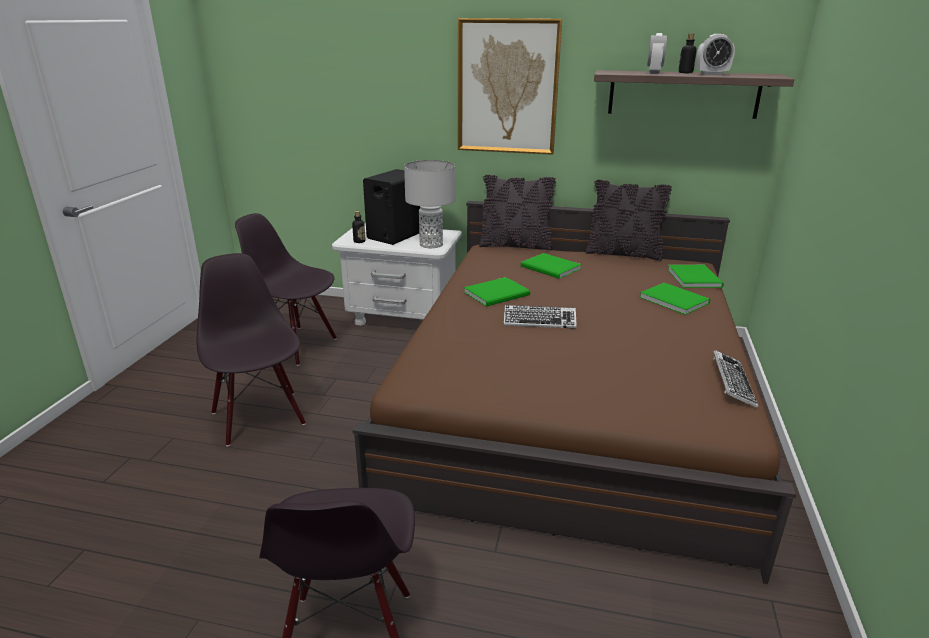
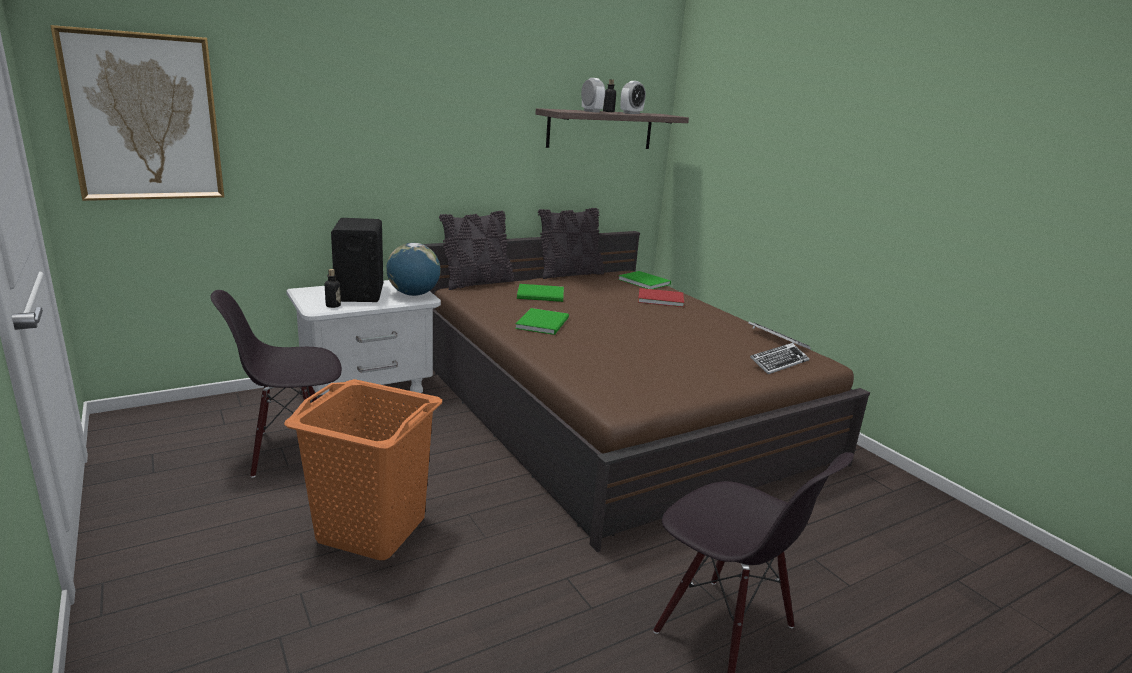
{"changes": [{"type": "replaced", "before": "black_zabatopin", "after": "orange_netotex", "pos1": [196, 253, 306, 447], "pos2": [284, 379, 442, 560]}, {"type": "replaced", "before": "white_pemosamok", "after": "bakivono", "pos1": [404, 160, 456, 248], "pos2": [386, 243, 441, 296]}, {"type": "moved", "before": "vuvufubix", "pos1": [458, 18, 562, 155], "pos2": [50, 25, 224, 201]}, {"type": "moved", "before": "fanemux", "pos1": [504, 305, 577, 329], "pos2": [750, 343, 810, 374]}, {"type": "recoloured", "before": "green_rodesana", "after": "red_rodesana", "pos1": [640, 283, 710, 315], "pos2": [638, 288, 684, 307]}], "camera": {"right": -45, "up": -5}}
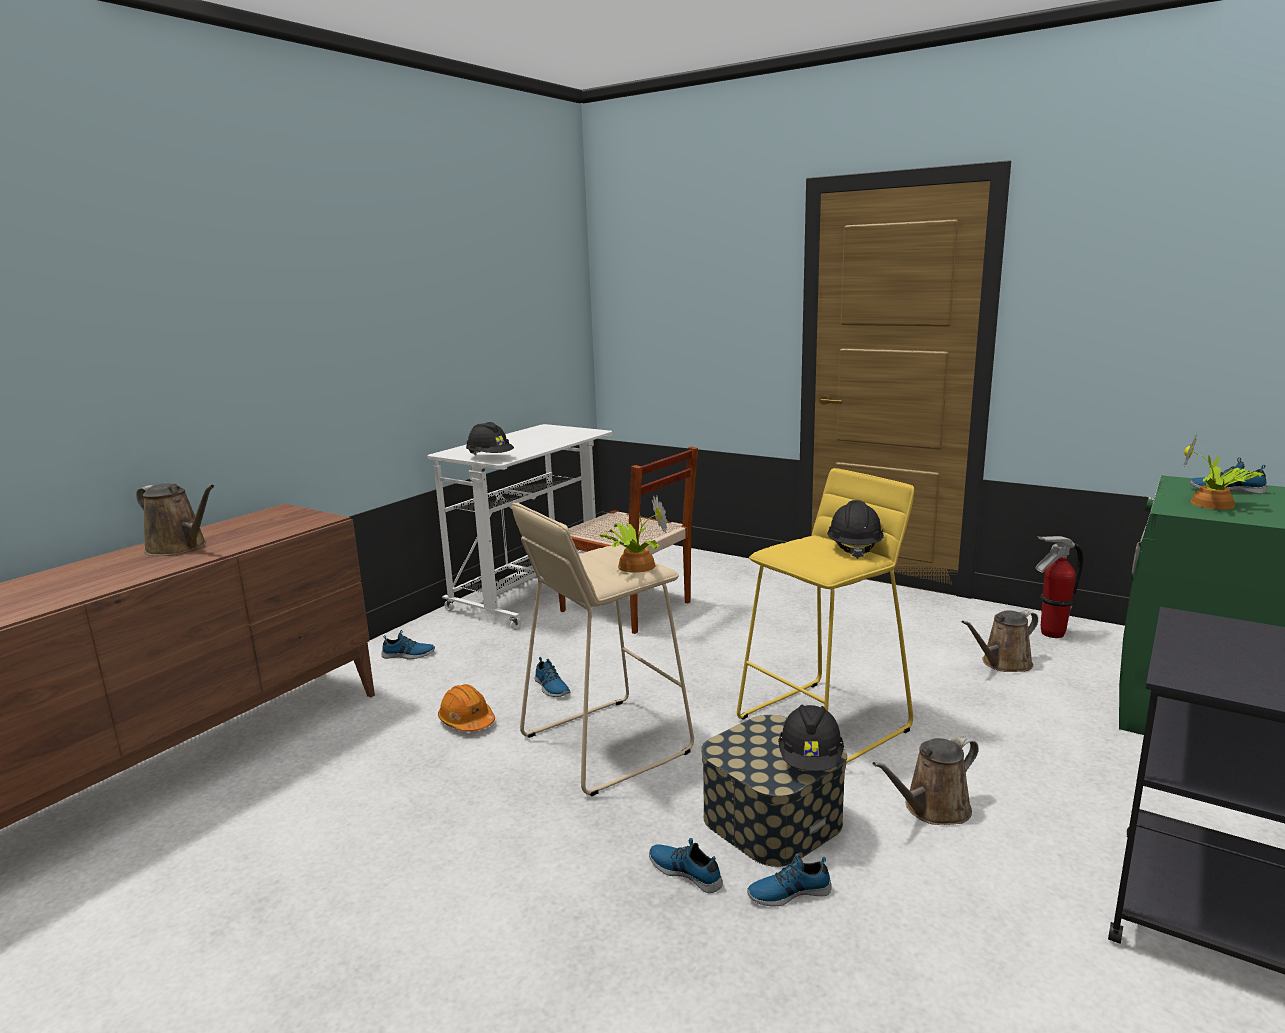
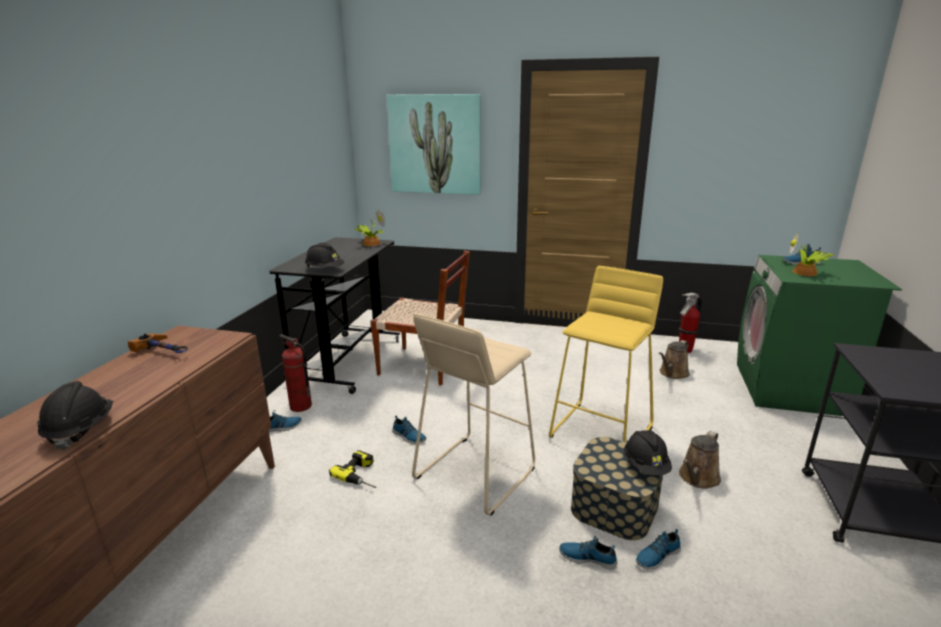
{"changes": [{"type": "removed", "before": "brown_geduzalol", "pos1": [136, 483, 215, 556]}, {"type": "recoloured", "before": "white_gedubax", "after": "black_gedubax", "pos1": [427, 424, 612, 629], "pos2": [269, 237, 400, 394]}, {"type": "replaced", "before": "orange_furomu", "after": "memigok", "pos1": [438, 684, 495, 732], "pos2": [329, 450, 376, 488]}, {"type": "moved", "before": "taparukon", "pos1": [599, 495, 667, 573], "pos2": [354, 211, 385, 246]}, {"type": "moved", "before": "black_furomu", "pos1": [827, 500, 884, 559], "pos2": [37, 381, 113, 450]}, {"type": "added", "after": "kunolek", "pos2": [128, 334, 188, 353]}, {"type": "added", "after": "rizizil", "pos2": [279, 334, 312, 412]}, {"type": "added", "after": "vuvufubix", "pos2": [386, 94, 481, 195]}], "camera": {"right": -20, "up": 5}}
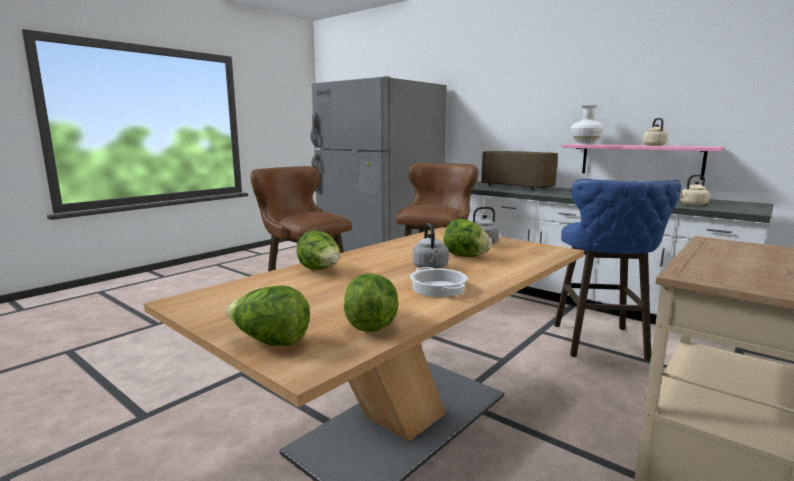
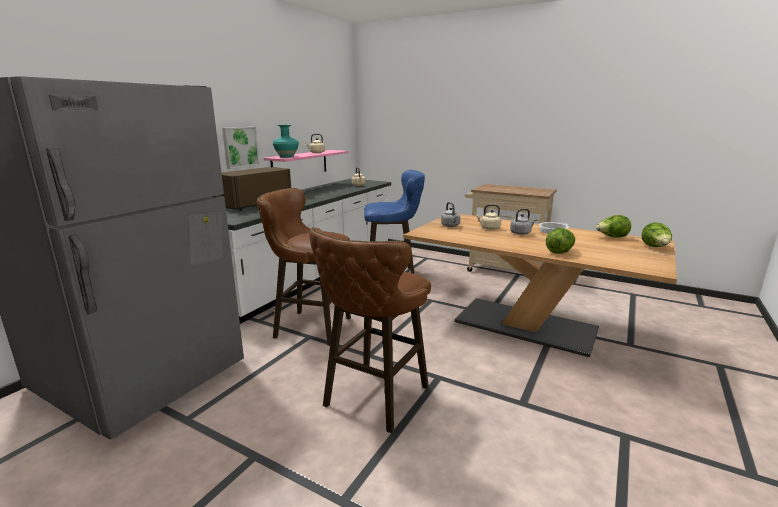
{"changes": [{"type": "replaced", "before": "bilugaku", "after": "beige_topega", "pos1": [443, 219, 492, 257], "pos2": [476, 204, 501, 230]}, {"type": "recoloured", "before": "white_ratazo", "after": "turquoise_ratazo", "pos1": [571, 105, 604, 145], "pos2": [273, 125, 299, 158]}, {"type": "added", "after": "vuvufubix", "pos2": [222, 127, 260, 169]}], "camera": {"right": -100, "up": 5}}
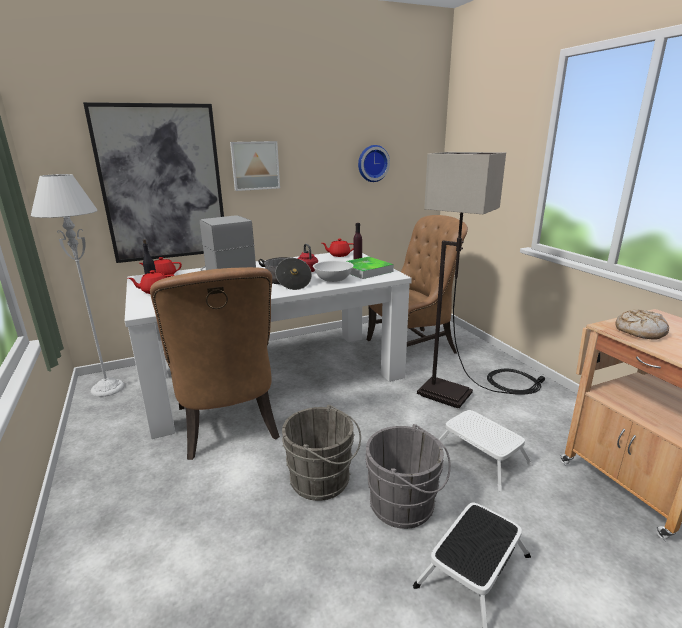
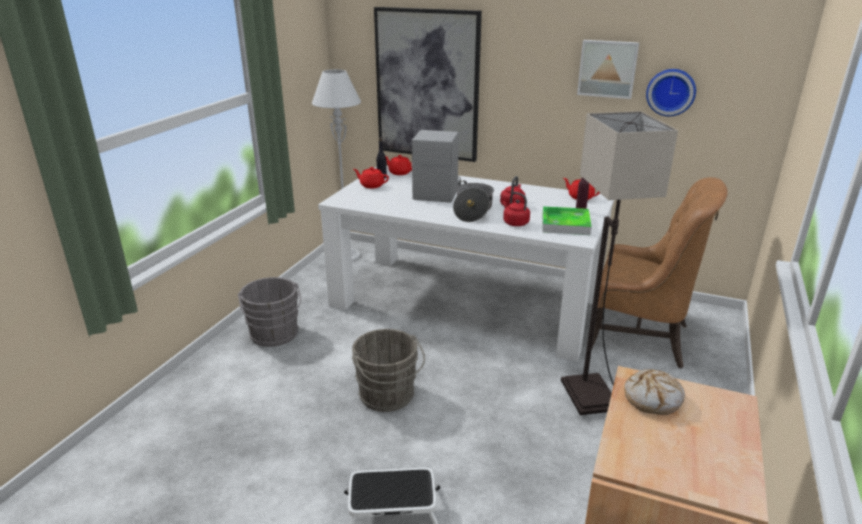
{"changes": [{"type": "removed", "before": "brown_zabatopin", "pos1": [150, 267, 280, 460]}, {"type": "moved", "before": "vuvufubix", "pos1": [230, 141, 280, 191], "pos2": [577, 40, 639, 99]}, {"type": "replaced", "before": "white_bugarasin", "after": "red_topega", "pos1": [313, 260, 354, 282], "pos2": [502, 192, 530, 226]}, {"type": "moved", "before": "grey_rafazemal", "pos1": [365, 424, 451, 529], "pos2": [238, 277, 301, 347]}, {"type": "removed", "before": "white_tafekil", "pos1": [439, 410, 533, 491]}], "camera": {"right": 45, "up": 5}}
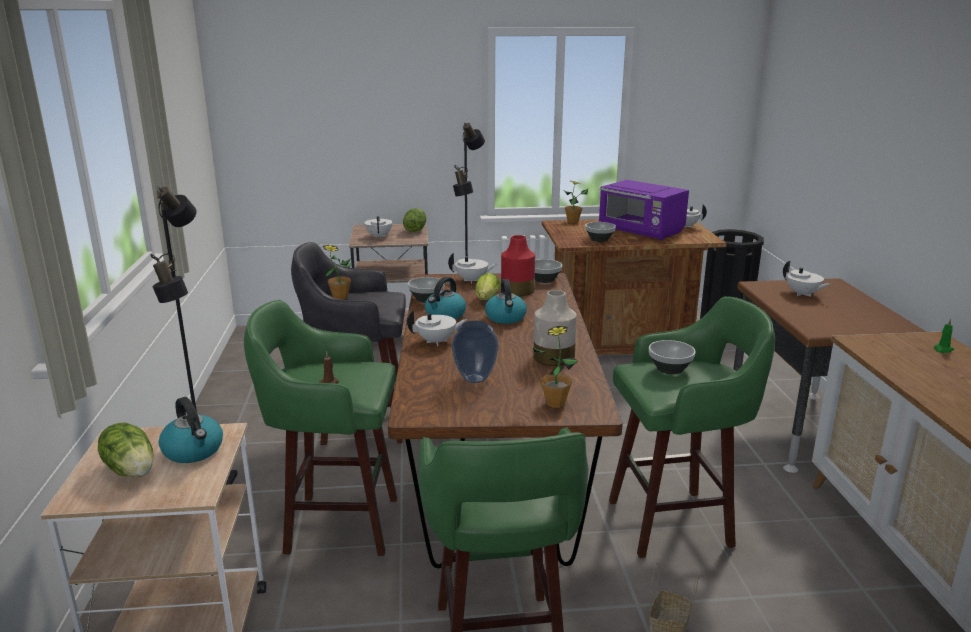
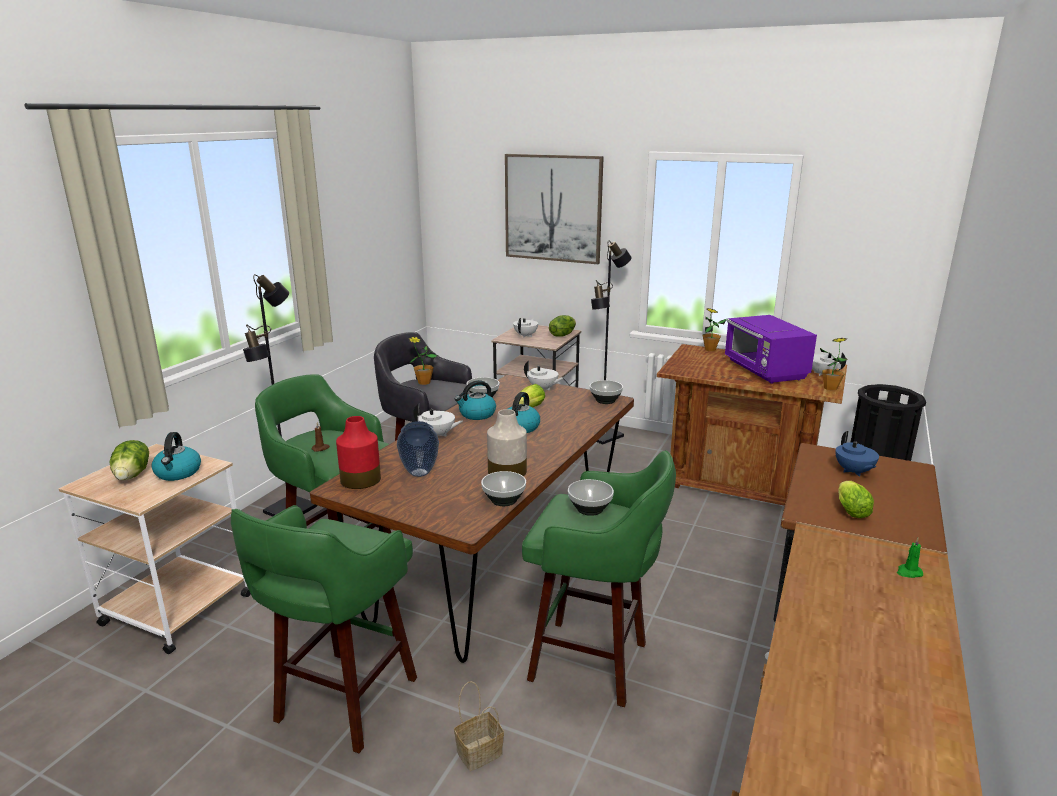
{"changes": [{"type": "moved", "before": "red_ratazo", "pos1": [501, 235, 535, 296], "pos2": [336, 416, 381, 489]}, {"type": "moved", "before": "taparukon", "pos1": [533, 326, 578, 408], "pos2": [820, 338, 848, 391]}, {"type": "moved", "before": "bugarasin", "pos1": [585, 222, 616, 242], "pos2": [481, 471, 526, 506]}, {"type": "recoloured", "before": "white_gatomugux", "after": "blue_gatomugux", "pos1": [783, 261, 831, 297], "pos2": [836, 431, 879, 477]}, {"type": "added", "after": "vuvufubix", "pos2": [505, 154, 604, 264]}, {"type": "added", "after": "bilugaku", "pos2": [838, 481, 874, 518]}], "camera": {"right": 30, "up": 0}}
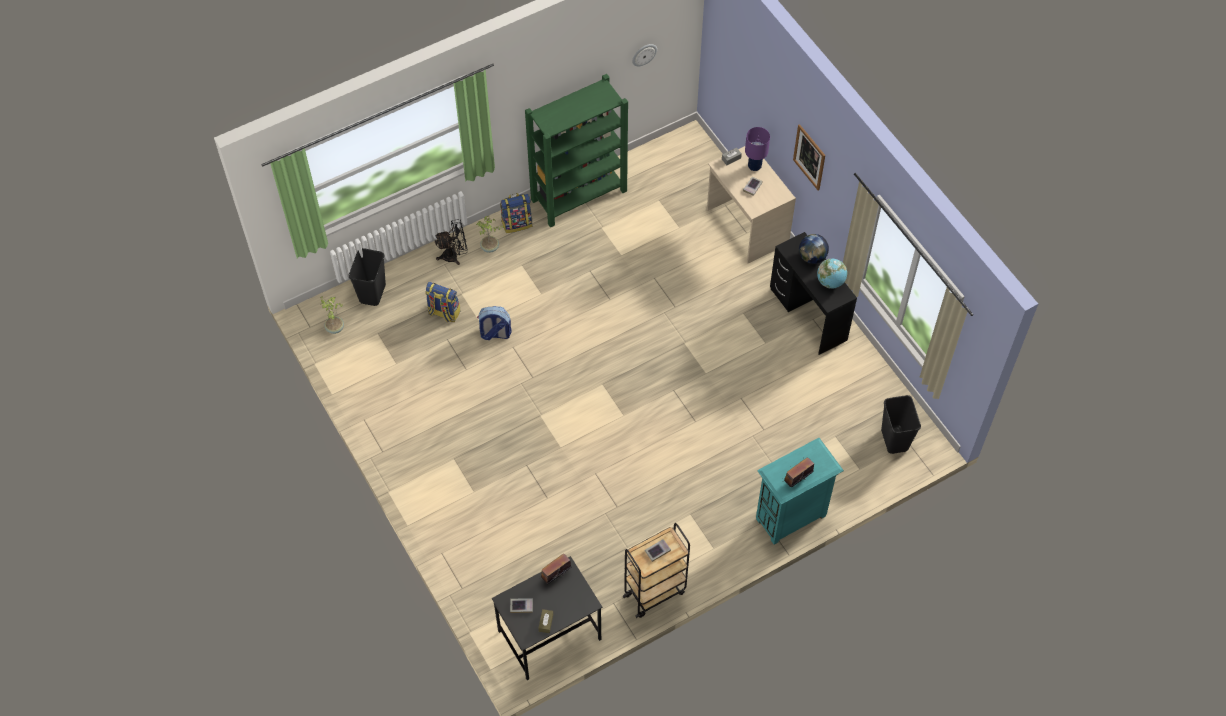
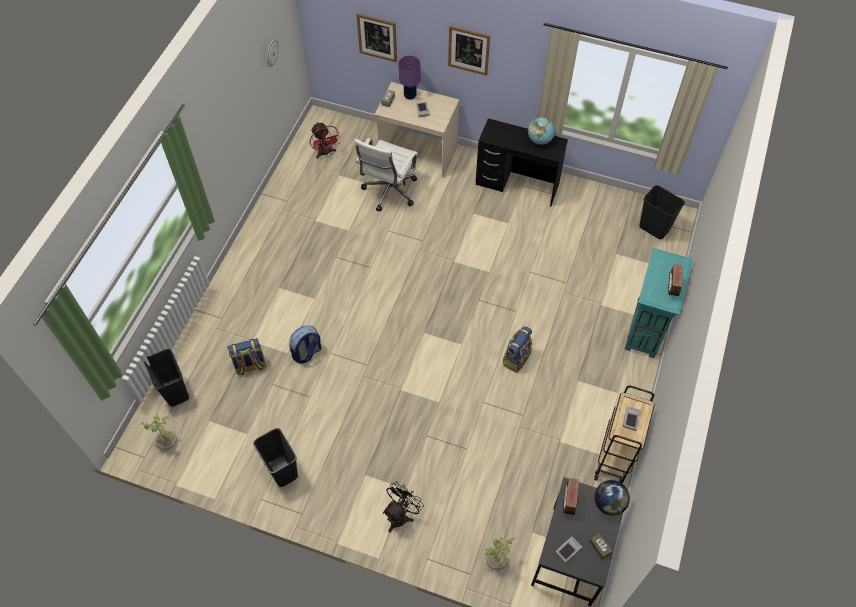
{"changes": [{"type": "moved", "before": "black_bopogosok", "pos1": [435, 219, 468, 265], "pos2": [383, 482, 424, 532]}, {"type": "moved", "before": "taparukon", "pos1": [476, 216, 504, 253], "pos2": [485, 538, 514, 570]}, {"type": "moved", "before": "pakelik", "pos1": [500, 193, 532, 233], "pos2": [503, 326, 532, 373]}, {"type": "removed", "before": "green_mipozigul", "pos1": [525, 74, 628, 227]}, {"type": "moved", "before": "bakivono", "pos1": [799, 234, 829, 264], "pos2": [594, 480, 630, 516]}, {"type": "added", "after": "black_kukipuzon", "pos2": [253, 428, 298, 487]}, {"type": "added", "after": "red_bopogosok", "pos2": [310, 122, 341, 159]}, {"type": "added", "after": "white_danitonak", "pos2": [355, 138, 418, 212]}, {"type": "added", "after": "vuvufubix", "pos2": [357, 14, 397, 62]}], "camera": {"right": -40, "up": 0}}
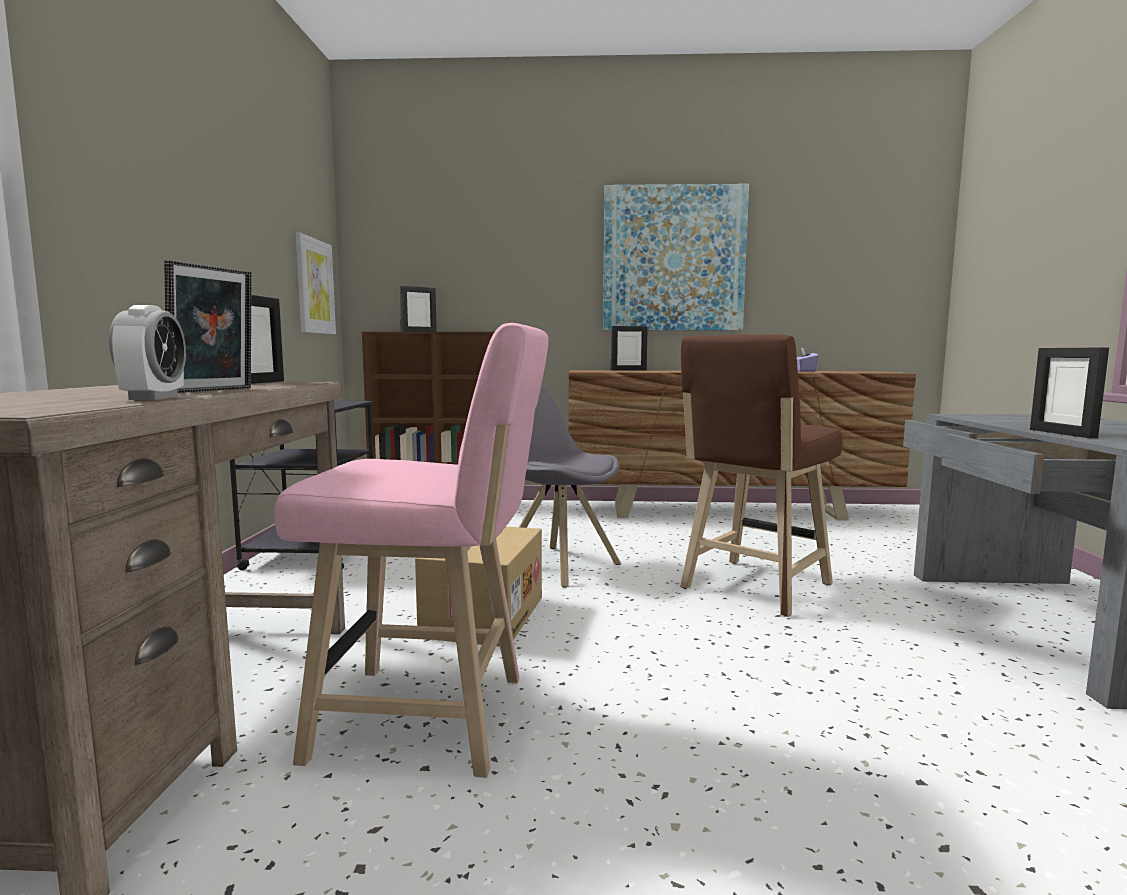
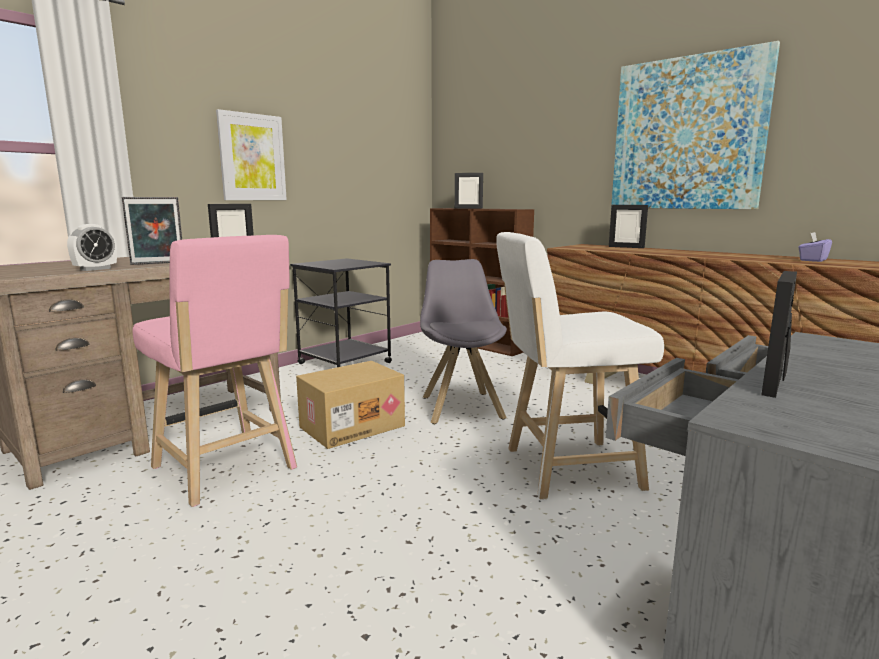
{"changes": [{"type": "moved", "before": "vuvufubix", "pos1": [295, 232, 336, 334], "pos2": [216, 109, 287, 200]}, {"type": "recoloured", "before": "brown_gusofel", "after": "white_gusofel", "pos1": [680, 334, 843, 617], "pos2": [496, 232, 664, 500]}], "camera": {"right": 40, "up": 5}}
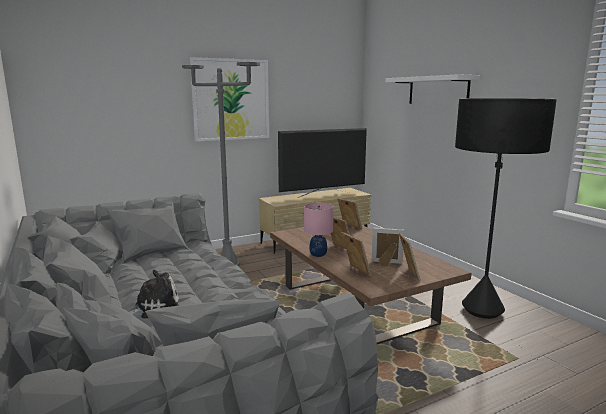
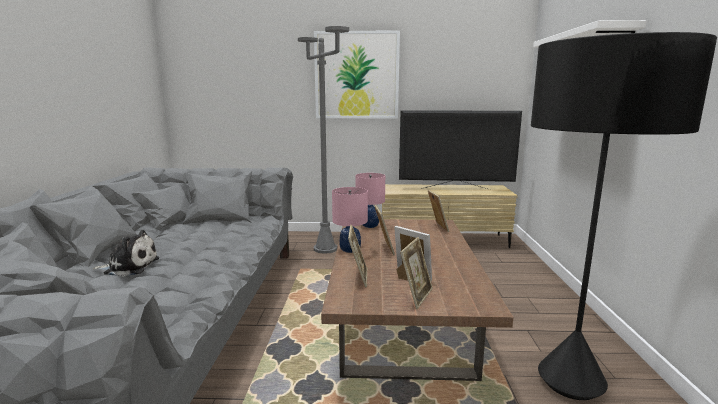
{"changes": [{"type": "added", "after": "pink_pemosamok", "pos2": [355, 173, 385, 228]}], "camera": {"right": 30, "up": 0}}
